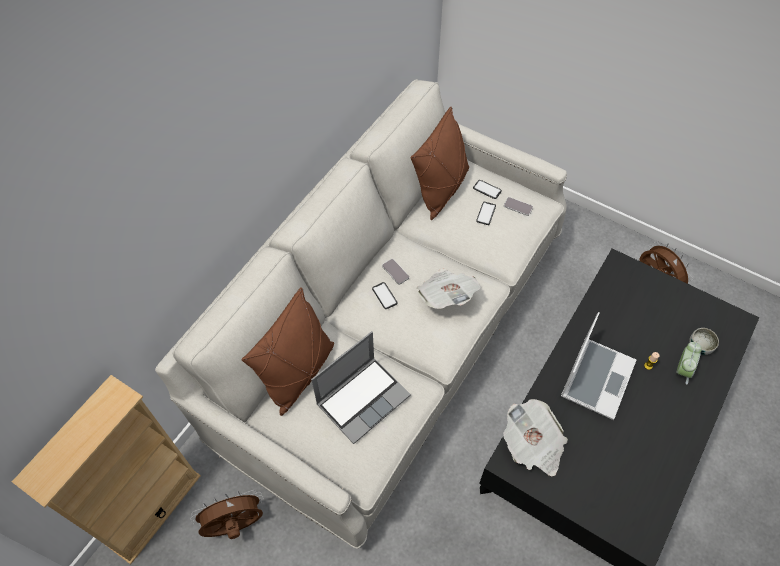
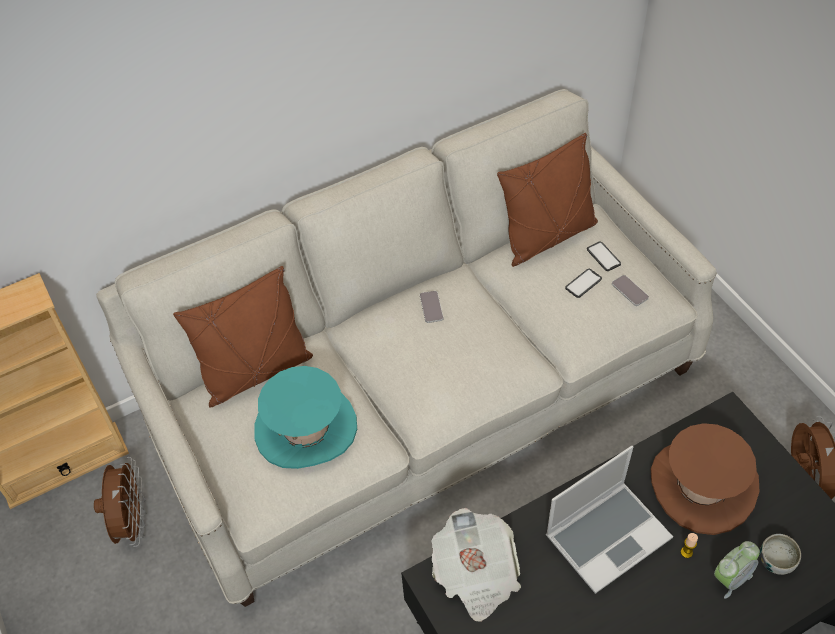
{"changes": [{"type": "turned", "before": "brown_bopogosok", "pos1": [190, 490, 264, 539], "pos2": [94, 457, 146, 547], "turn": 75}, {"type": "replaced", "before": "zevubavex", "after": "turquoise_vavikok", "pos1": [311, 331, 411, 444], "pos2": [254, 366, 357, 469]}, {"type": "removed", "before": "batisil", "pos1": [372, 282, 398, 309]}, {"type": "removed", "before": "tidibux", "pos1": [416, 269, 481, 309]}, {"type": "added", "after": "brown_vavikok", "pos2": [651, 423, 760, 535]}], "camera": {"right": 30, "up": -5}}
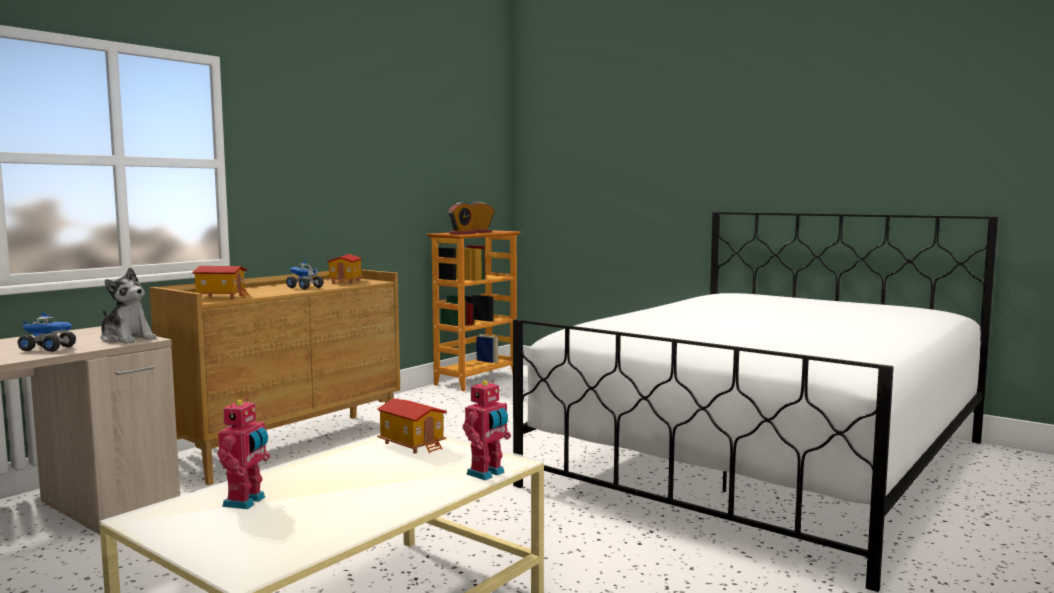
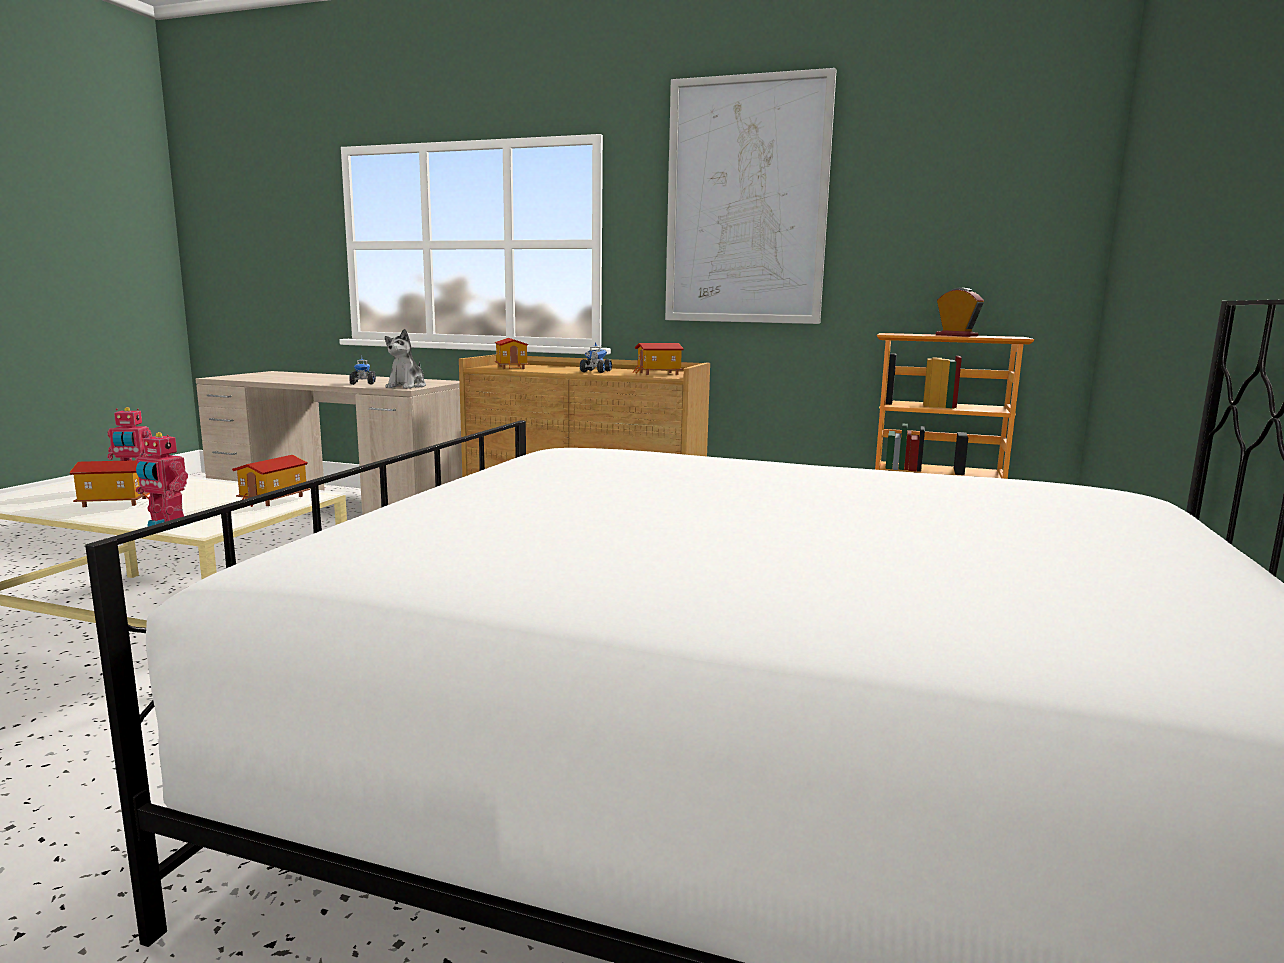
{"changes": [{"type": "removed", "before": "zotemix", "pos1": [448, 202, 476, 235]}, {"type": "added", "after": "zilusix", "pos2": [69, 460, 150, 507]}, {"type": "added", "after": "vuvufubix", "pos2": [665, 68, 836, 324]}], "camera": {"right": 70, "up": 5}}
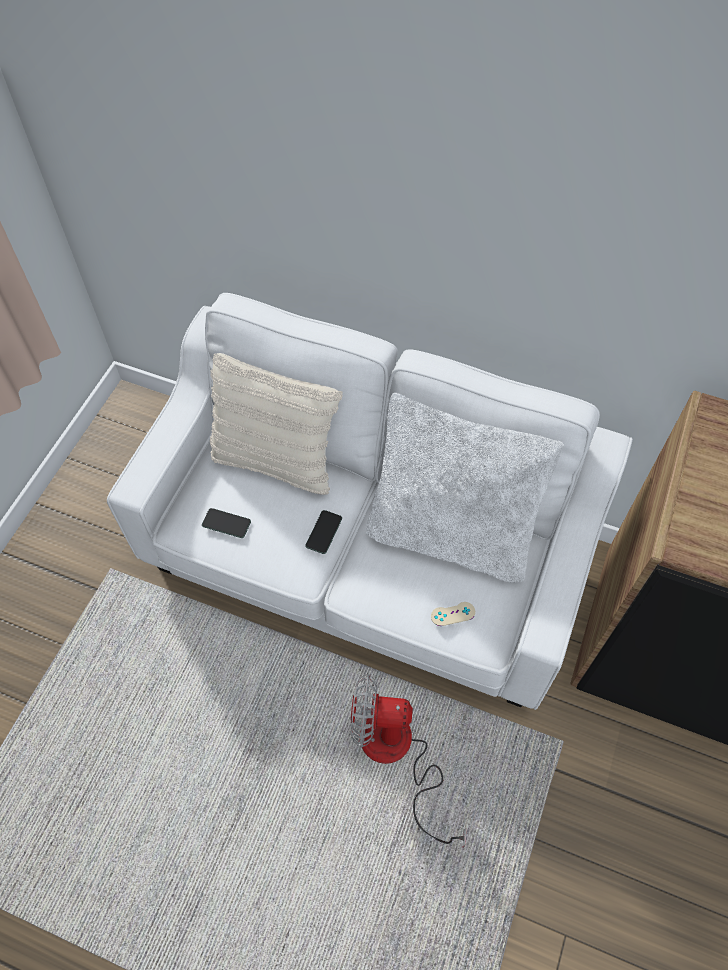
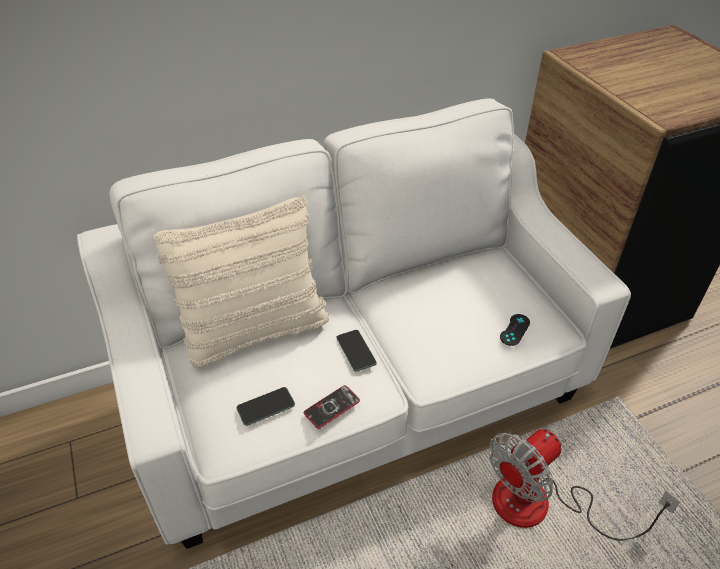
{"changes": [{"type": "removed", "before": "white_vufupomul", "pos1": [365, 393, 564, 583]}, {"type": "recoloured", "before": "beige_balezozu", "after": "black_balezozu", "pos1": [431, 602, 475, 626], "pos2": [500, 314, 530, 346]}, {"type": "added", "after": "batisil", "pos2": [304, 385, 360, 429]}], "camera": {"right": -45, "up": -15}}
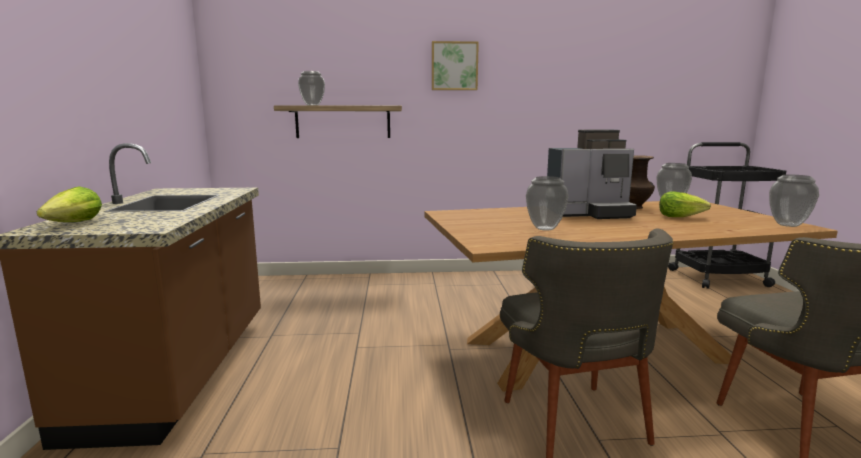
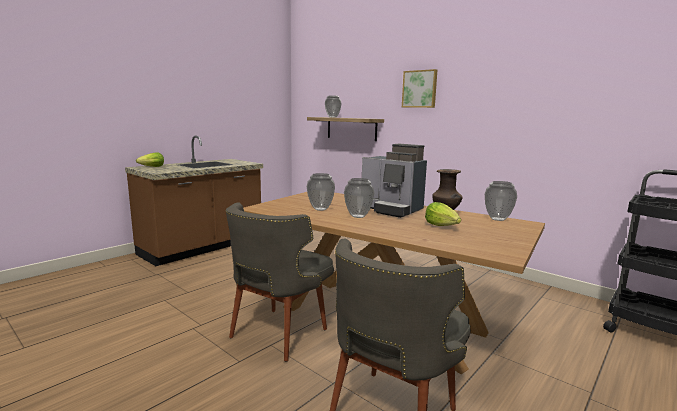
{"changes": [{"type": "moved", "before": "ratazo", "pos1": [769, 174, 819, 227], "pos2": [344, 178, 374, 218]}], "camera": {"right": 45, "up": 0}}
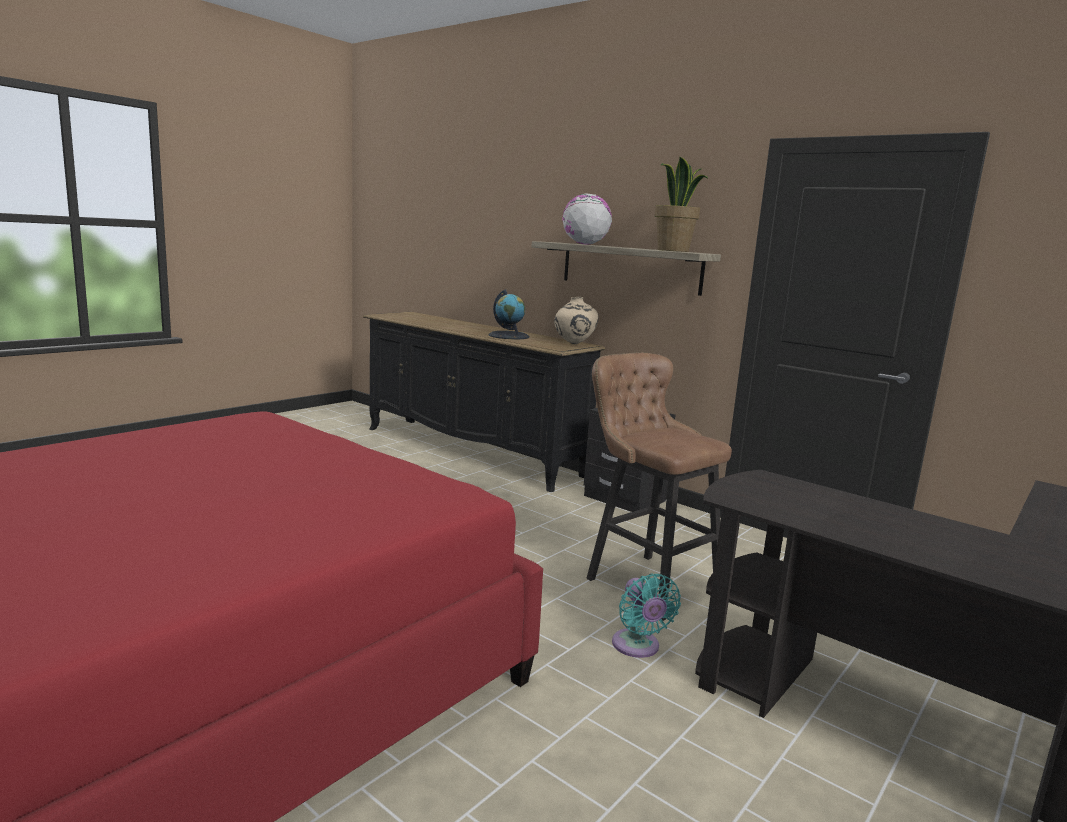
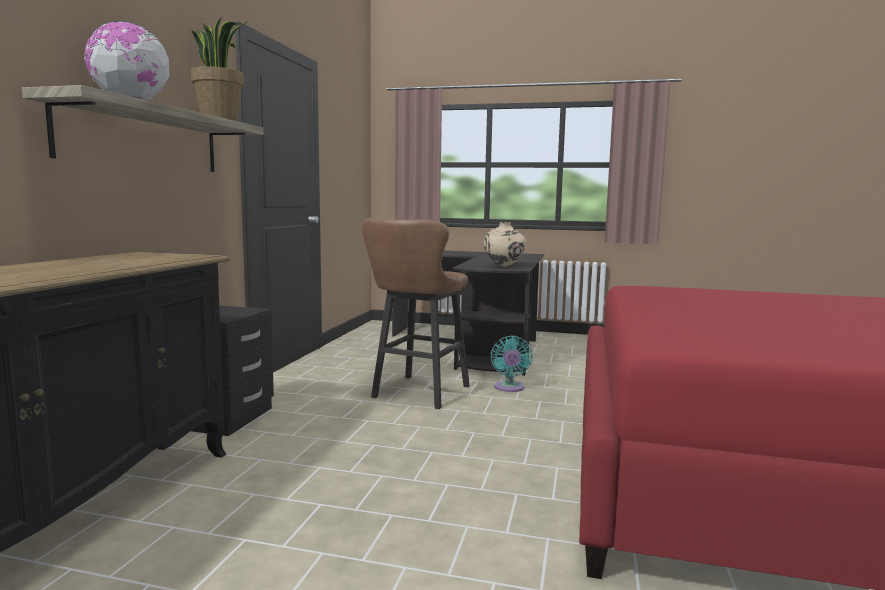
{"changes": [{"type": "removed", "before": "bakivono", "pos1": [488, 290, 529, 339]}, {"type": "moved", "before": "beige_ratazo", "pos1": [554, 297, 598, 344], "pos2": [484, 222, 526, 267]}, {"type": "turned", "before": "turquoise_bopogosok", "pos1": [612, 574, 681, 658], "pos2": [491, 336, 533, 392], "turn": 135}], "camera": {"right": -115, "up": -5}}
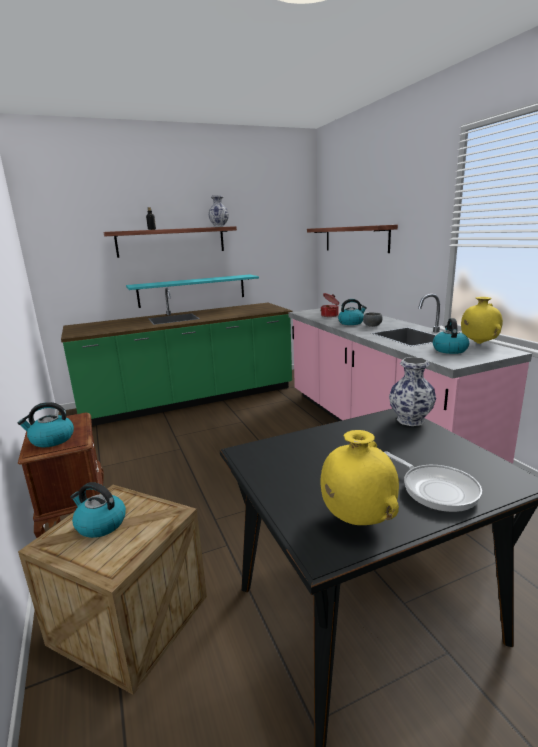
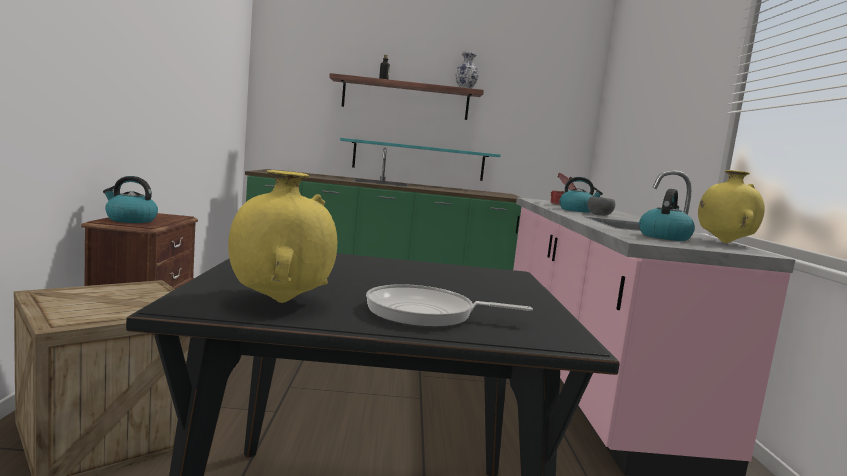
{"changes": [{"type": "removed", "before": "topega", "pos1": [70, 482, 126, 538]}, {"type": "removed", "before": "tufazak", "pos1": [307, 225, 398, 253]}, {"type": "turned", "before": "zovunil", "pos1": [384, 451, 482, 512], "pos2": [366, 284, 533, 328], "turn": 105}, {"type": "removed", "before": "ratazo", "pos1": [389, 357, 436, 426]}], "camera": {"right": 20, "up": -10}}
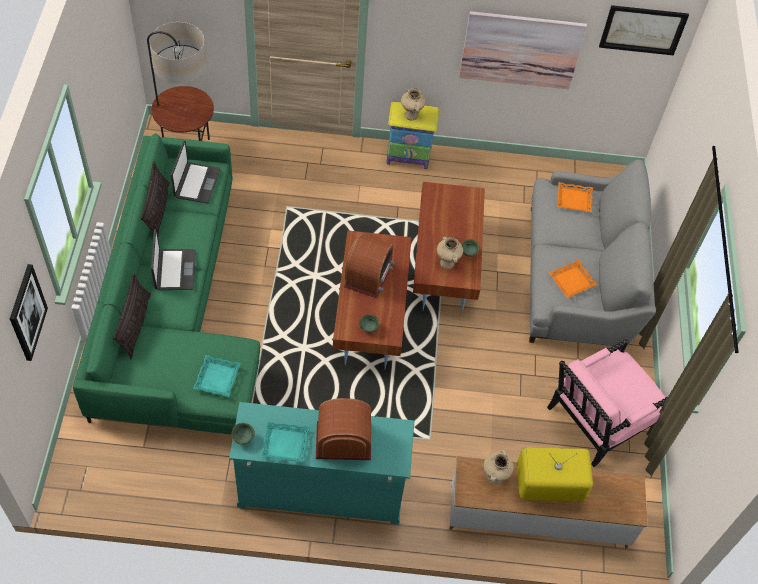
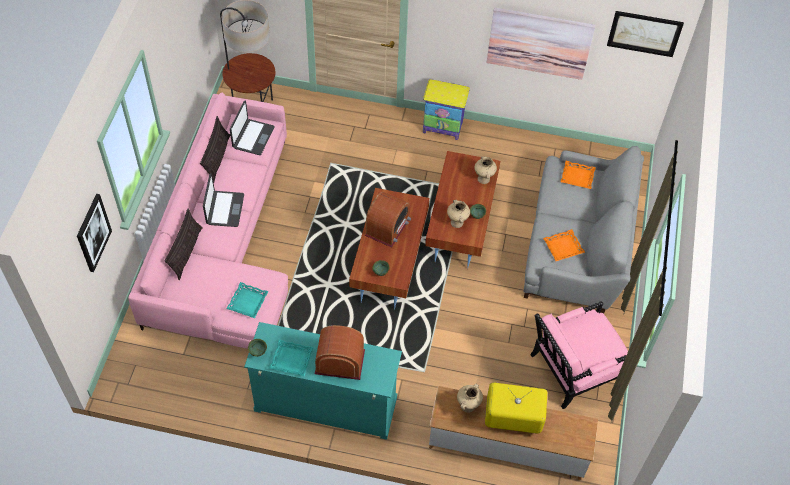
{"changes": [{"type": "recoloured", "before": "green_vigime", "after": "pink_vigime", "pos1": [73, 133, 260, 435], "pos2": [128, 92, 288, 349]}, {"type": "moved", "before": "beige_ratazo", "pos1": [401, 88, 426, 120], "pos2": [475, 156, 497, 184]}], "camera": {"right": 10, "up": 0}}
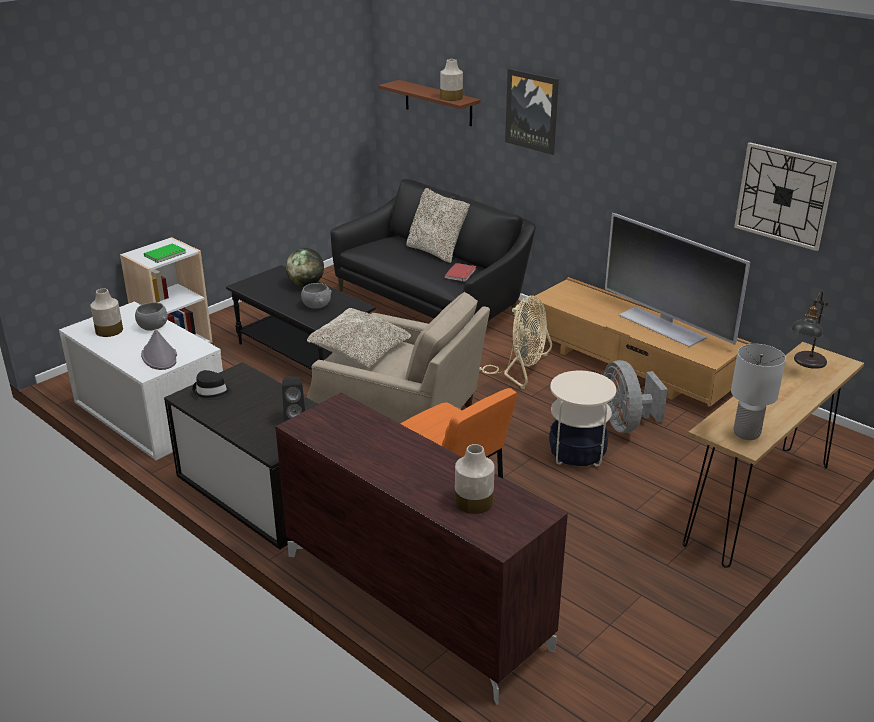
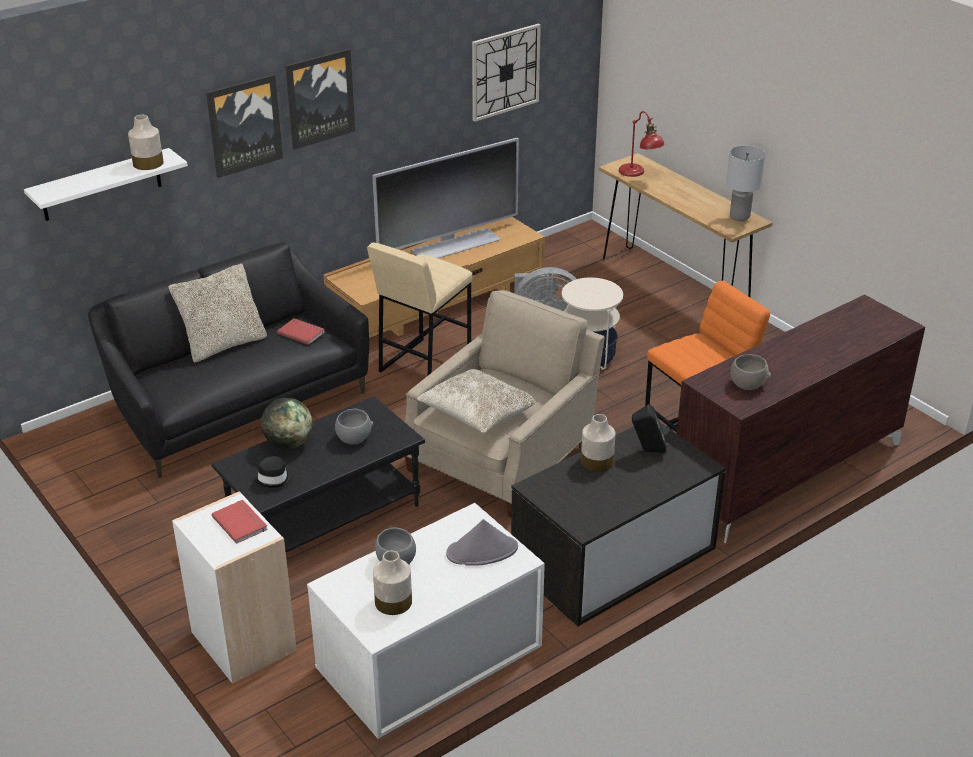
{"changes": [{"type": "recoloured", "before": "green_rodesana", "after": "red_rodesana", "pos1": [144, 243, 186, 263], "pos2": [211, 500, 268, 544]}, {"type": "moved", "before": "black_vavikok", "pos1": [192, 370, 232, 400], "pos2": [253, 456, 292, 488]}, {"type": "recoloured", "before": "brown_tufazak", "after": "white_tufazak", "pos1": [379, 80, 481, 126], "pos2": [24, 148, 188, 221]}, {"type": "moved", "before": "beige_ratazo", "pos1": [455, 444, 495, 514], "pos2": [581, 414, 616, 472]}, {"type": "replaced", "before": "beige_bopogosok", "after": "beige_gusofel", "pos1": [479, 295, 552, 389], "pos2": [367, 243, 472, 375]}, {"type": "recoloured", "before": "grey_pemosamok", "after": "red_pemosamok", "pos1": [791, 290, 828, 369], "pos2": [619, 111, 665, 177]}, {"type": "added", "after": "vuvufubix", "pos2": [285, 49, 355, 150]}, {"type": "added", "after": "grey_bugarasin", "pos2": [730, 354, 771, 390]}], "camera": {"right": -80, "up": 5}}
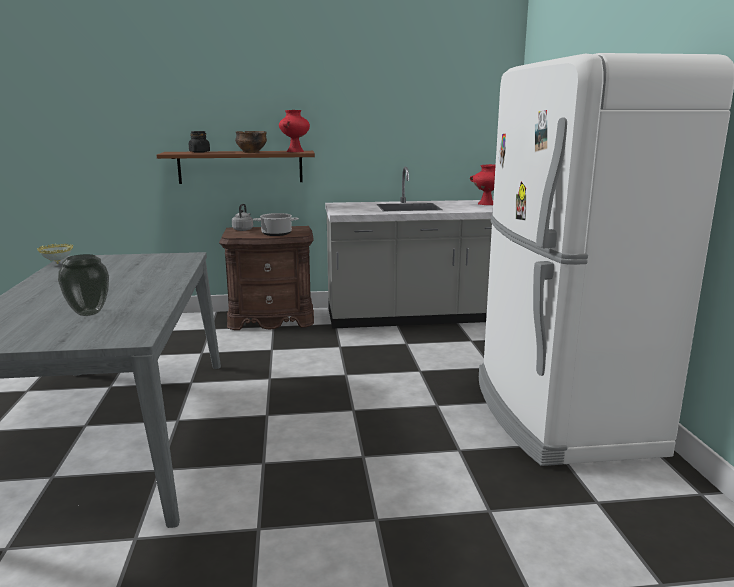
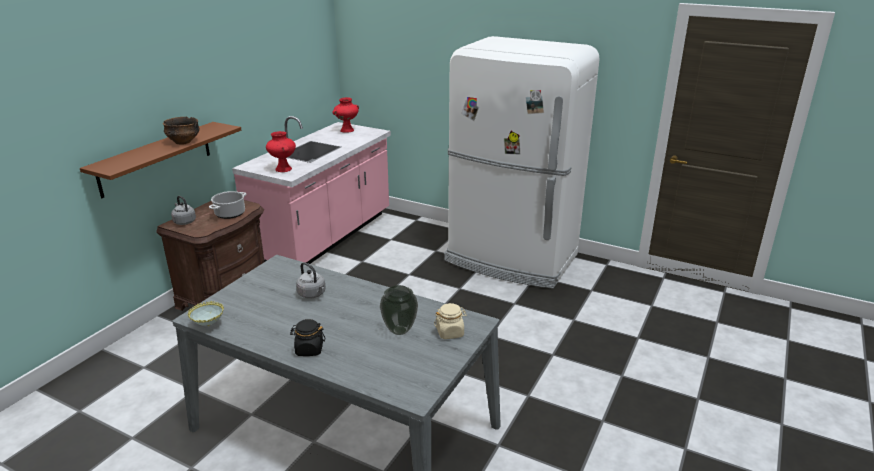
{"changes": [{"type": "moved", "before": "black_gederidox", "pos1": [189, 131, 210, 153], "pos2": [290, 319, 325, 356]}, {"type": "moved", "before": "red_ratazo", "pos1": [279, 110, 310, 152], "pos2": [266, 131, 296, 172]}, {"type": "recoloured", "before": "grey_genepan", "after": "pink_genepan", "pos1": [325, 167, 493, 329], "pos2": [232, 116, 391, 264]}, {"type": "added", "after": "grey_topega", "pos2": [296, 262, 326, 298]}, {"type": "added", "after": "beige_gederidox", "pos2": [434, 303, 467, 339]}], "camera": {"right": -55, "up": 10}}
